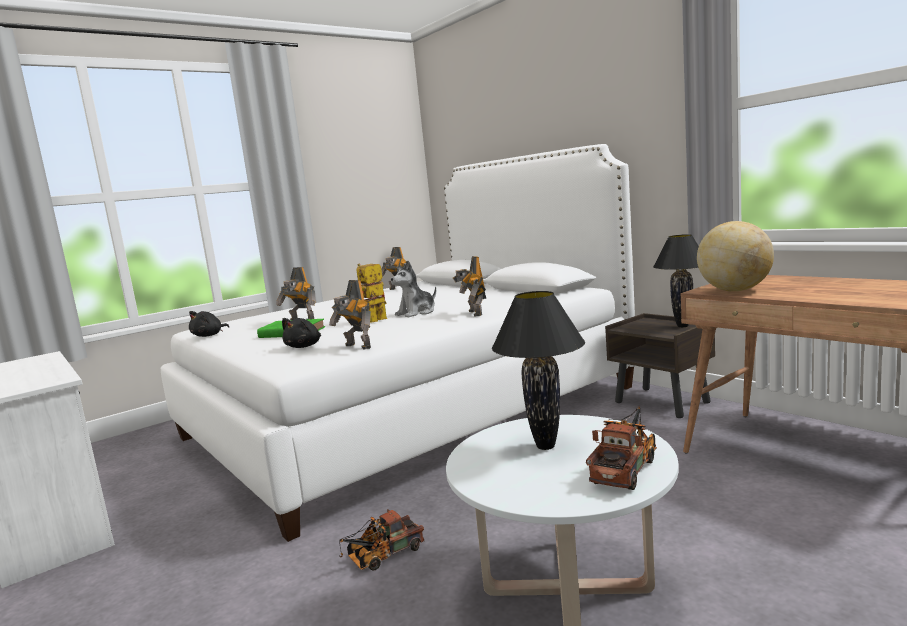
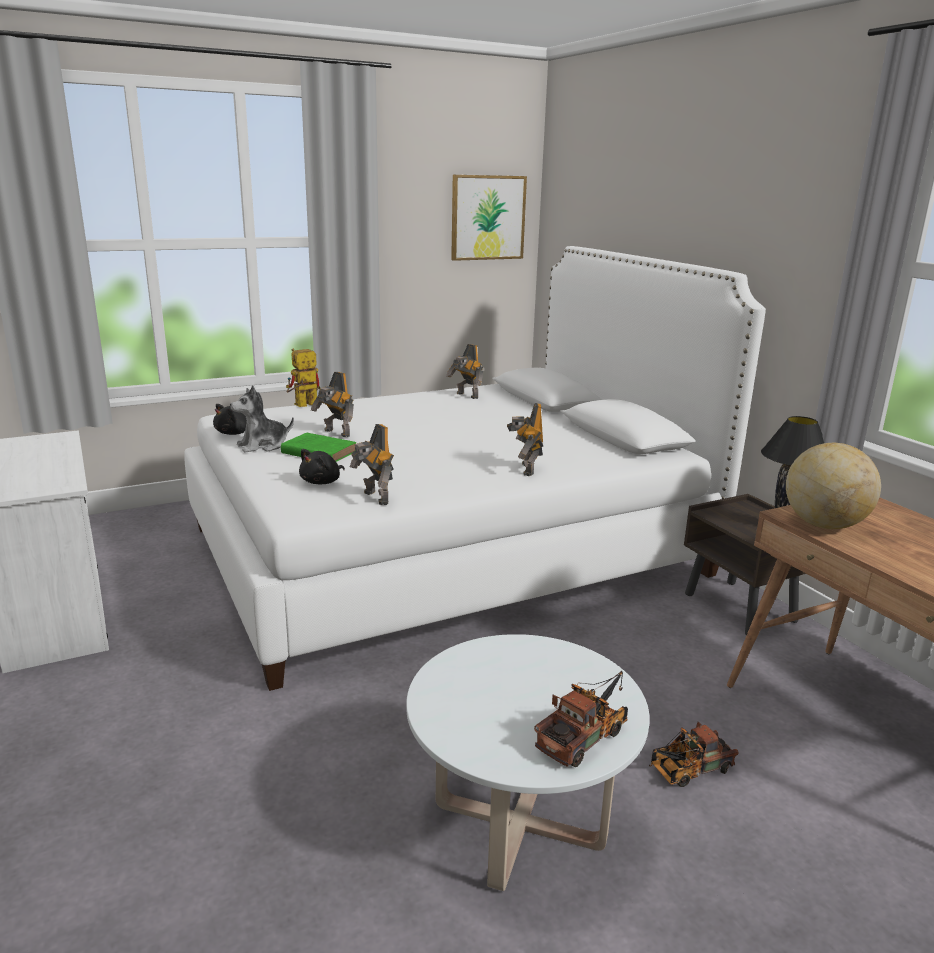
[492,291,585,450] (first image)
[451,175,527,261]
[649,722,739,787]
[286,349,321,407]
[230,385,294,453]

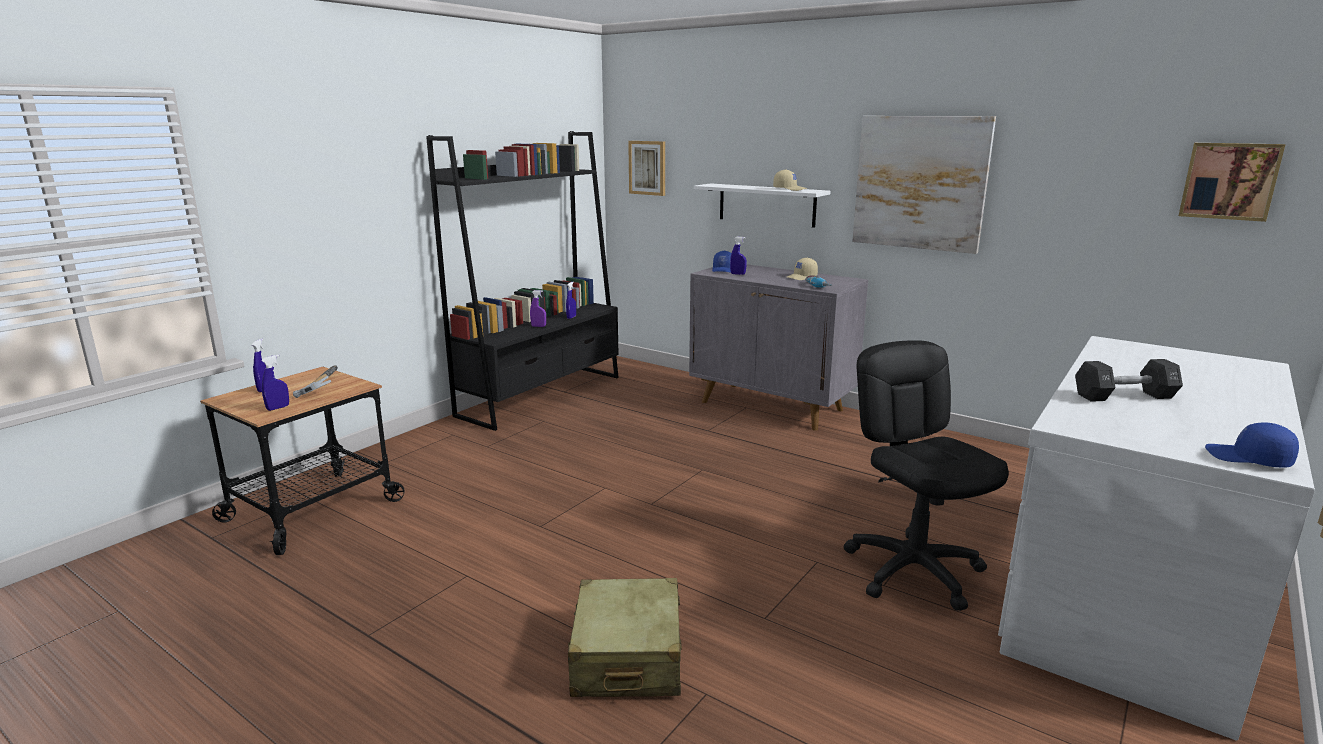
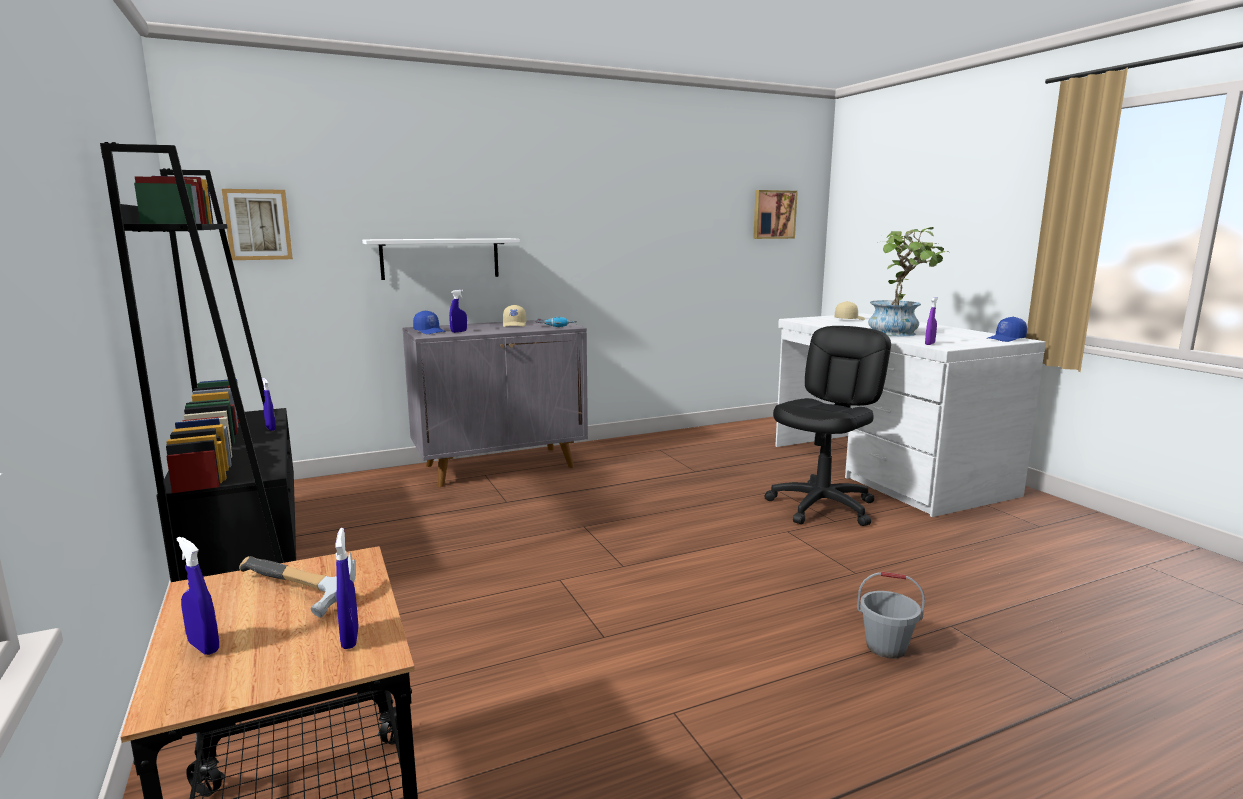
[852,116,996,254] (first image)
[925,297,938,345]
[835,301,865,320]
[857,572,925,659]
[868,227,946,336]
[764,326,891,526]

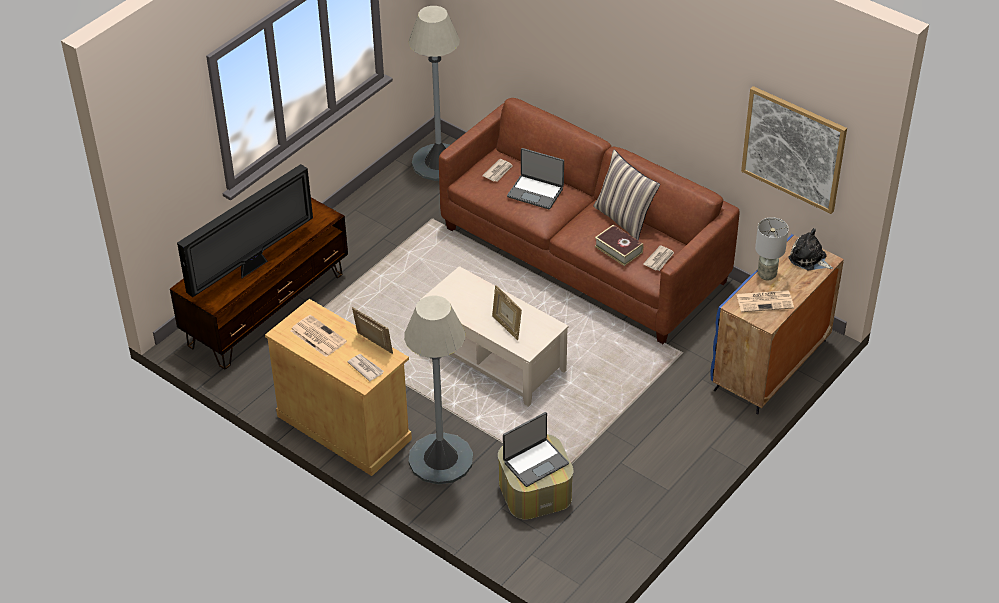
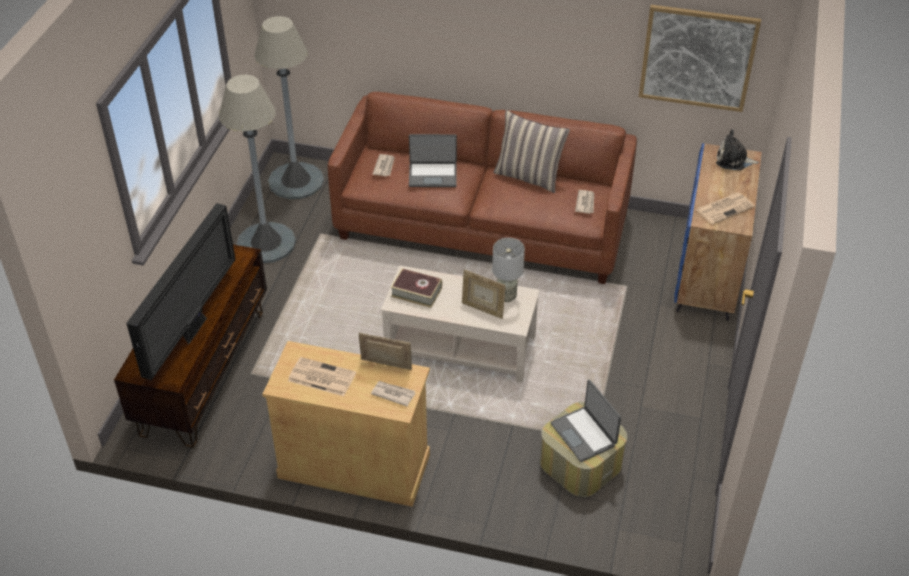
[219,75,296,263]
[390,268,442,308]
[492,238,525,302]
[550,379,621,462]

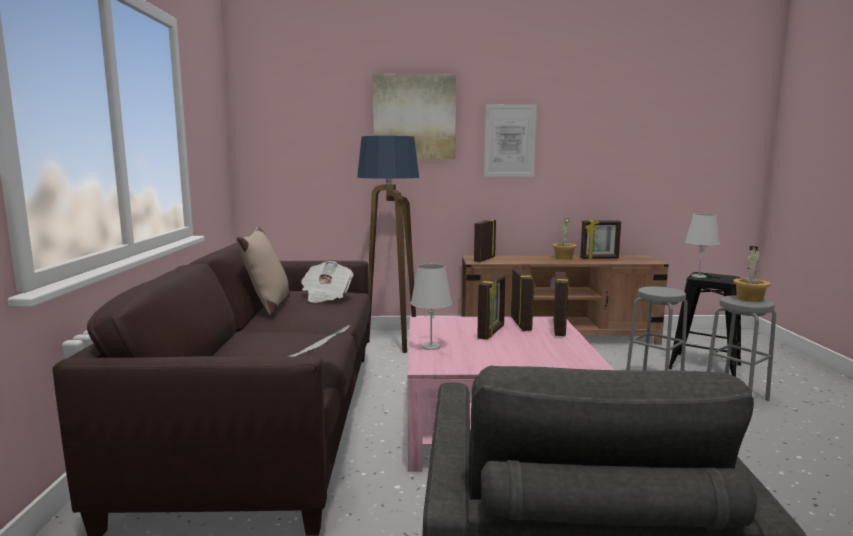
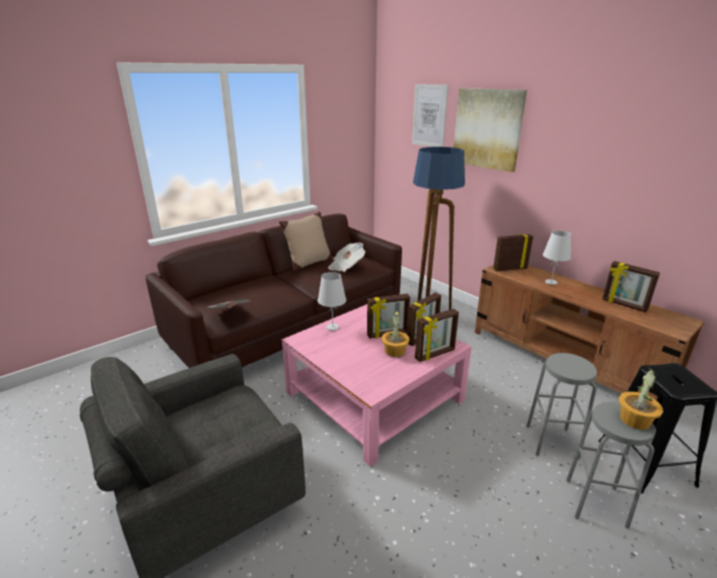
[412,84,448,147]
[381,310,410,357]
[543,230,571,285]

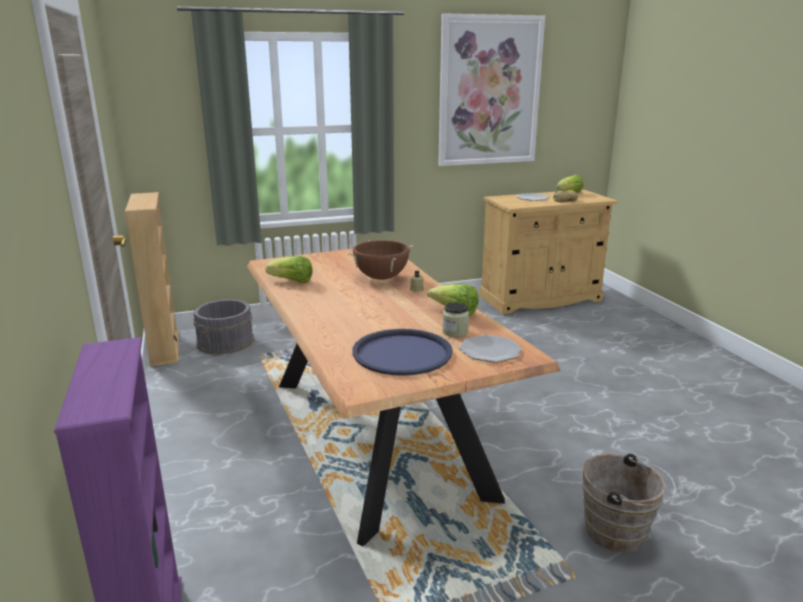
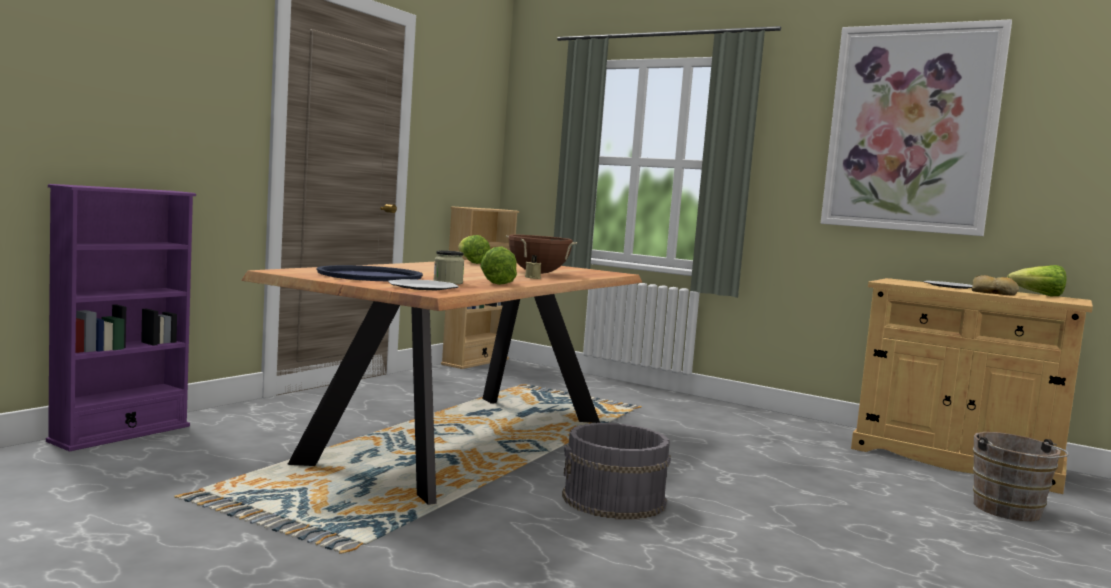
[562,423,671,519]
[973,432,1069,521]

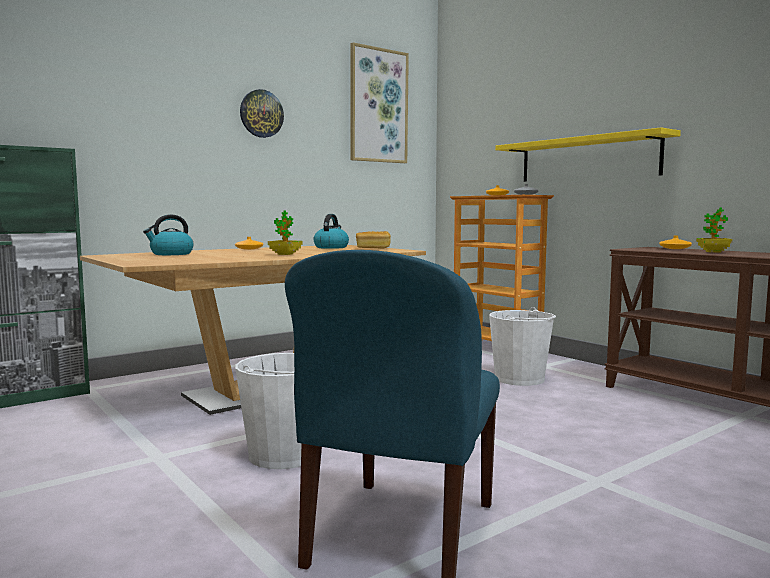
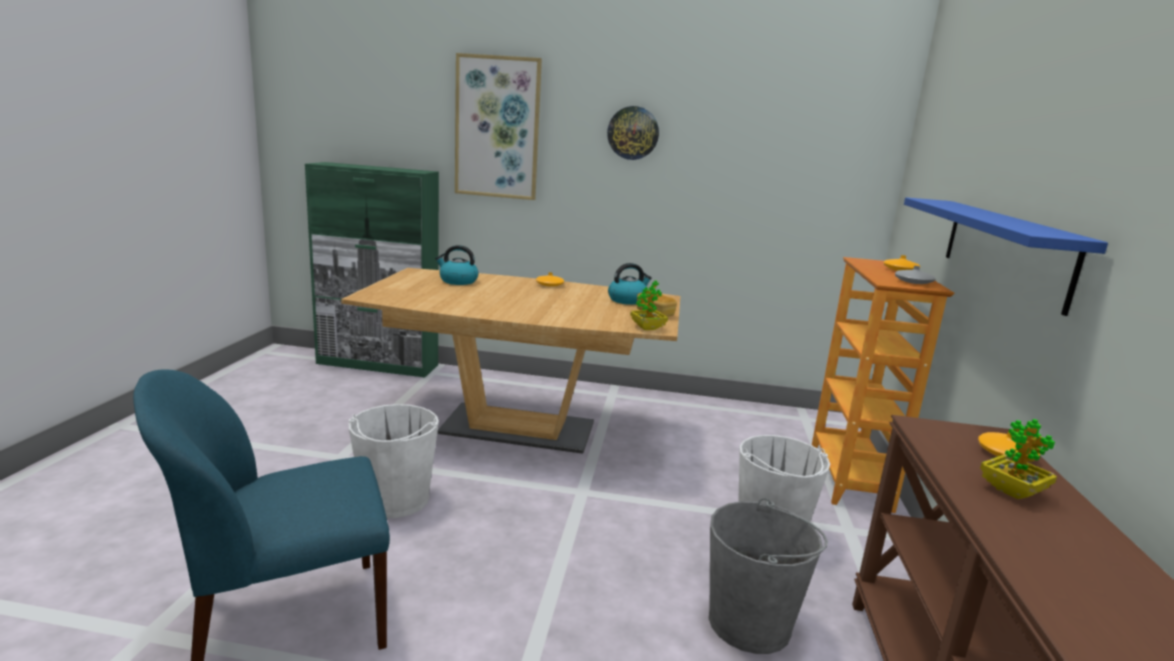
[709,498,828,654]
[630,280,668,330]
[455,53,542,200]
[904,197,1108,316]

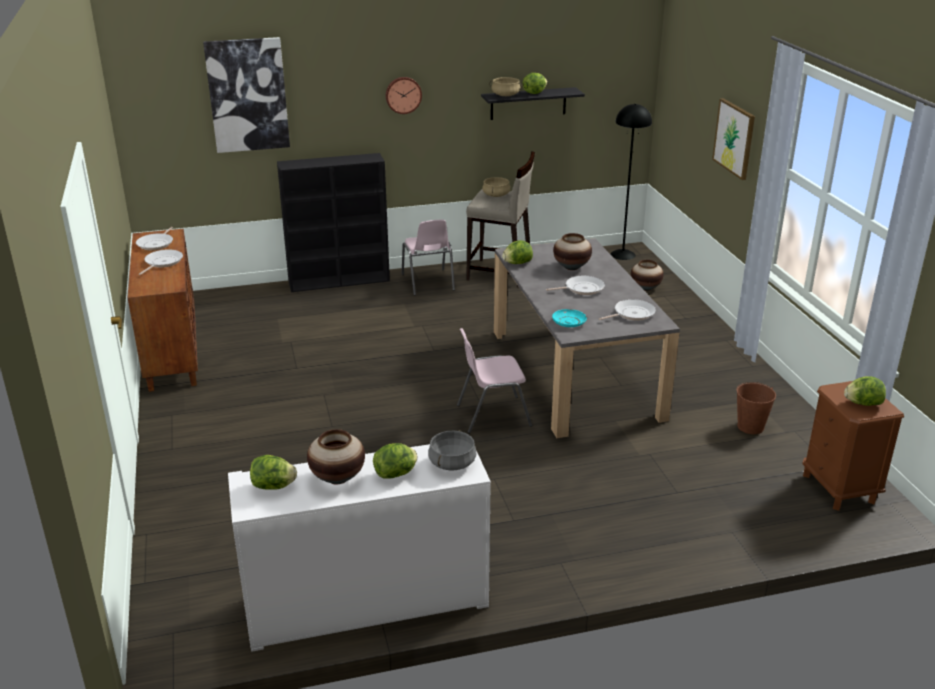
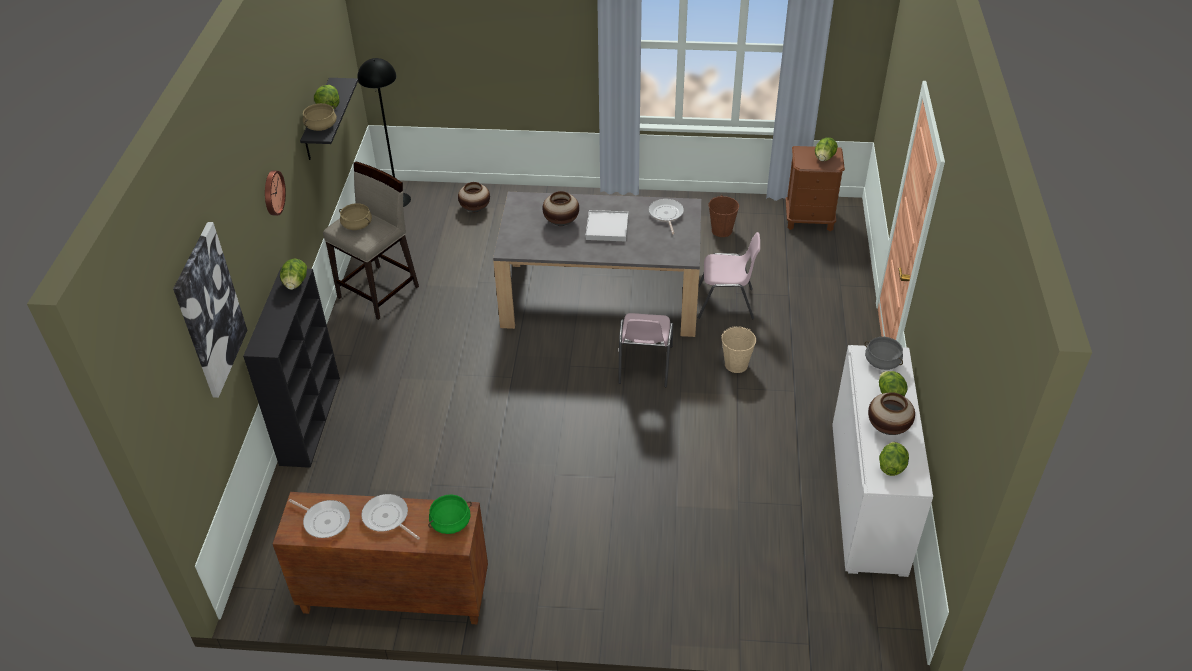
[552,309,587,327] (first image)
[712,98,755,180] (first image)
[428,494,472,534]
[721,326,756,373]
[698,232,760,319]
[280,258,307,290]
[586,210,628,242]

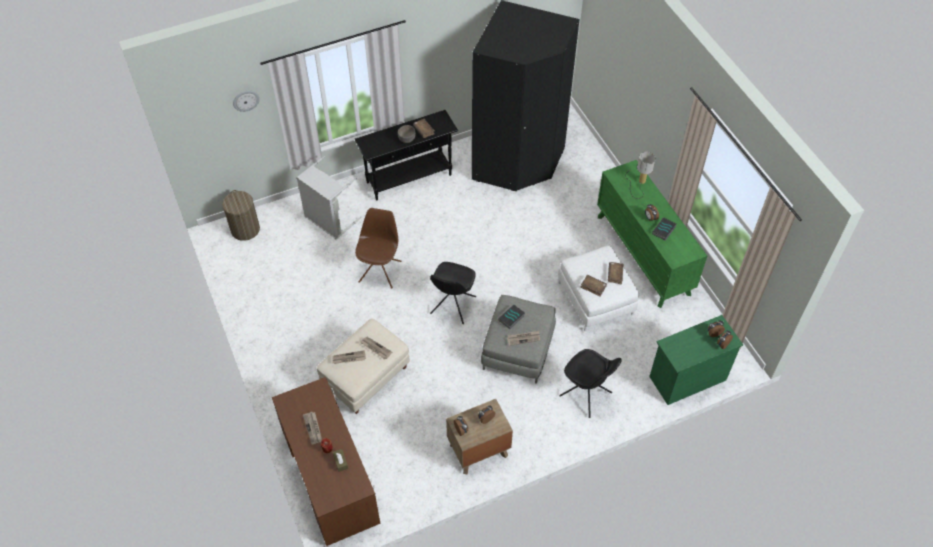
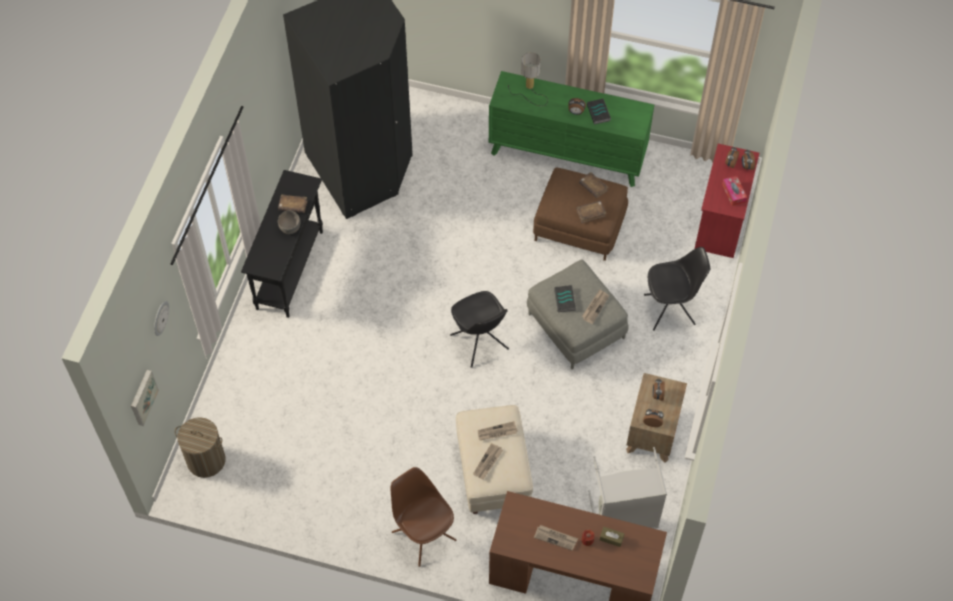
[131,370,159,426]
[722,176,747,206]
[588,447,667,528]
[390,467,456,567]
[533,167,628,261]
[695,144,759,258]

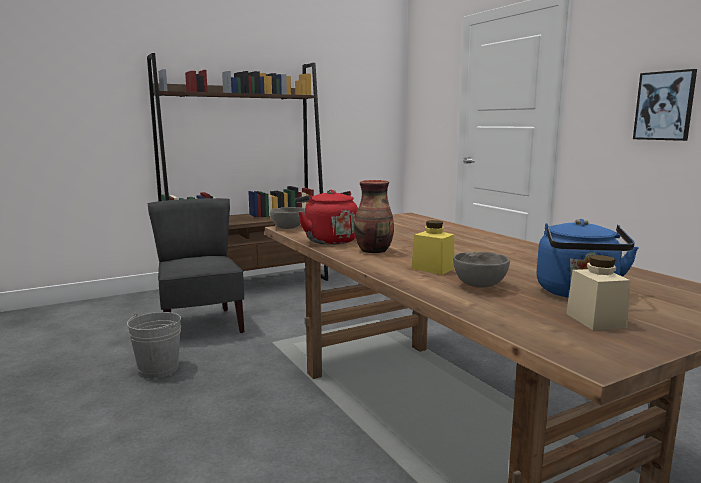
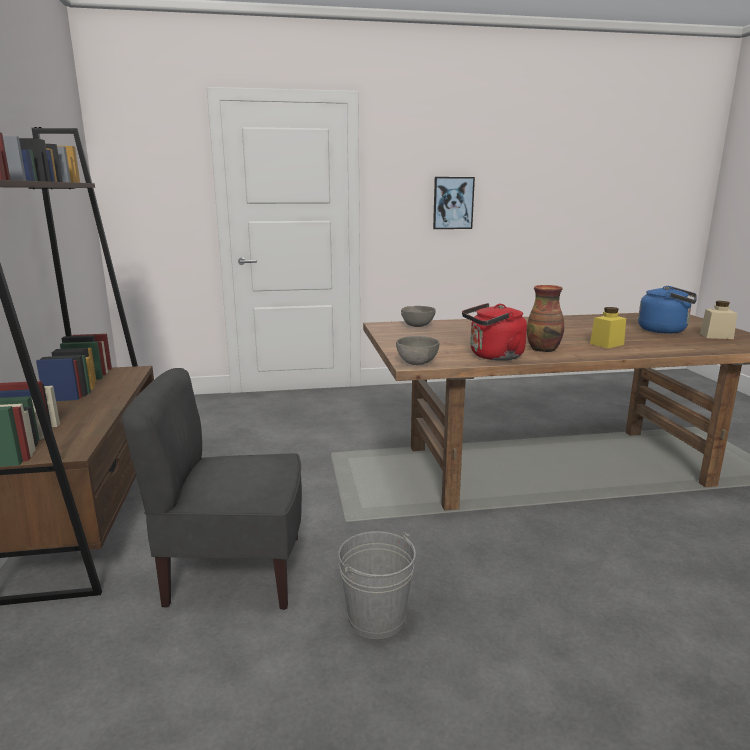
[401,306,436,327]

